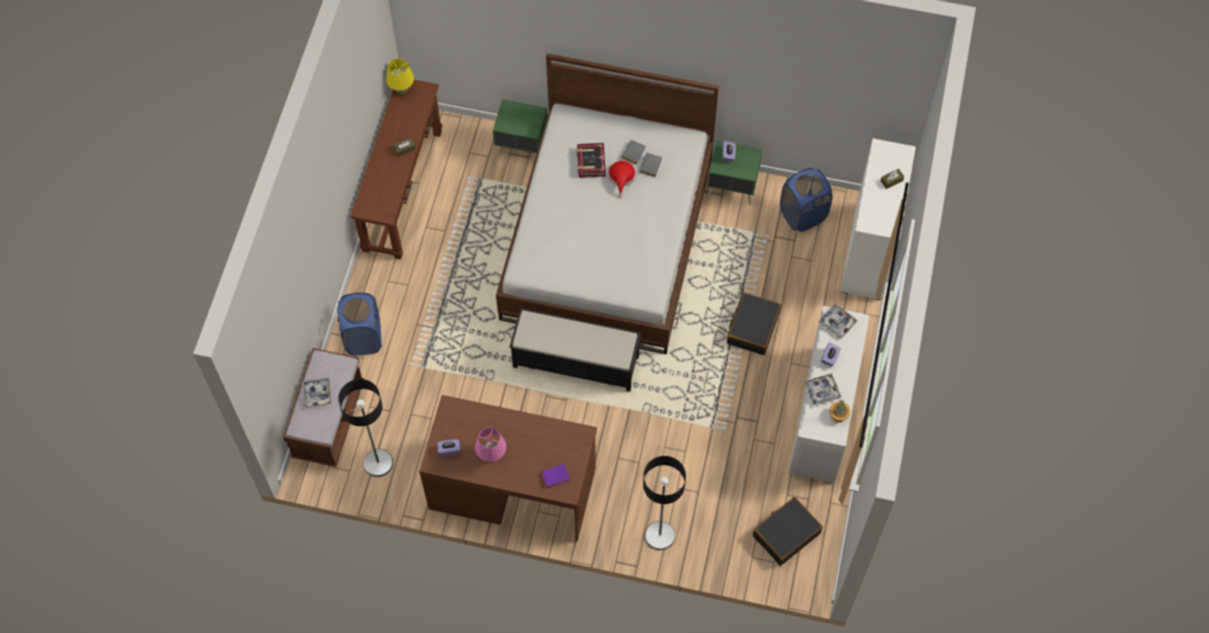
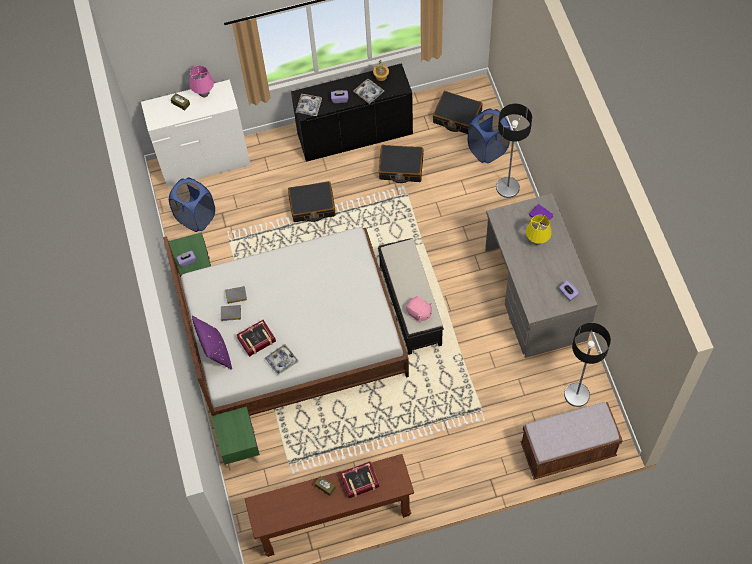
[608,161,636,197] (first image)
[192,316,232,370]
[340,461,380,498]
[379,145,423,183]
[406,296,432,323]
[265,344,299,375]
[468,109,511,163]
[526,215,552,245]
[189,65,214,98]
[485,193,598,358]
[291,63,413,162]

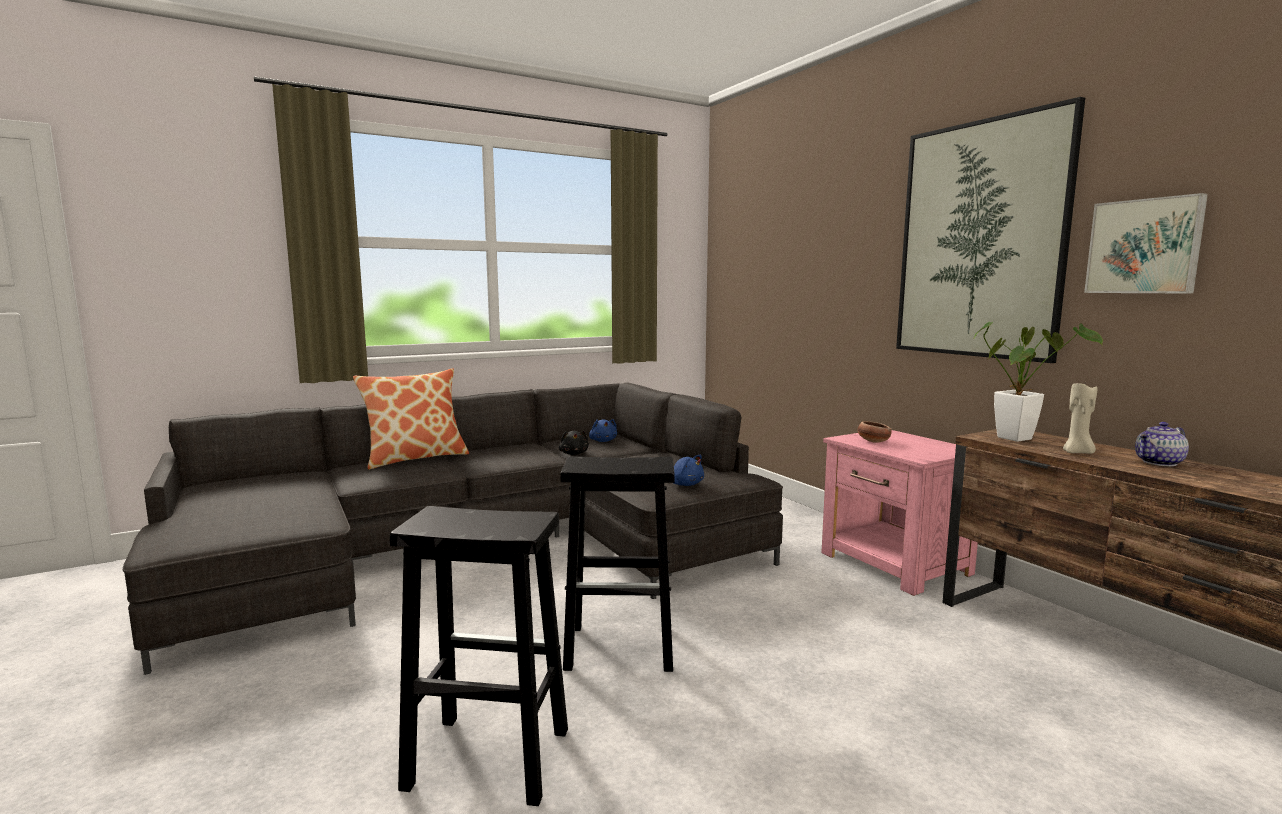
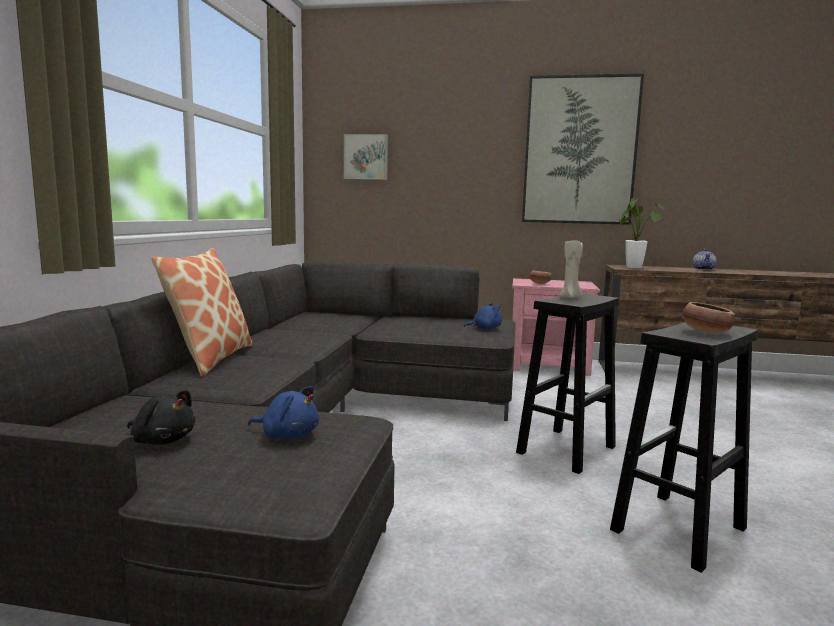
[682,302,735,334]
[127,390,195,445]
[248,386,319,439]
[560,240,583,298]
[344,134,388,180]

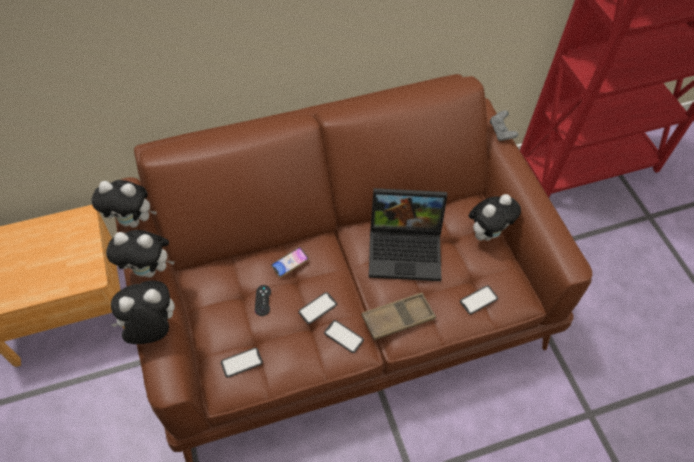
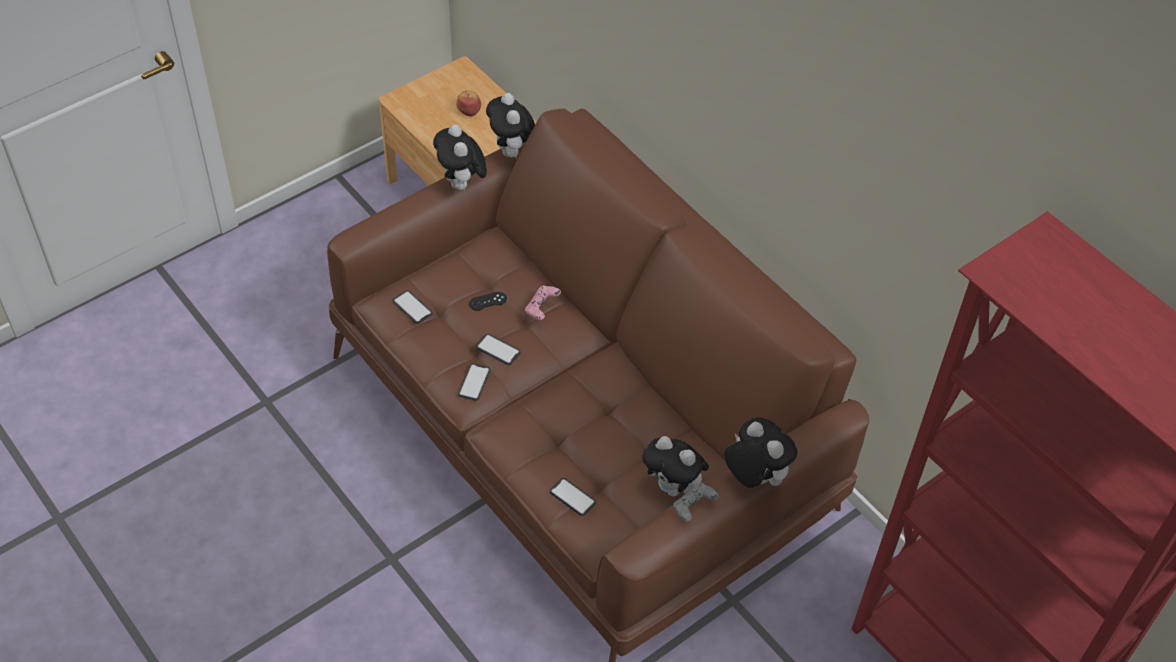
[361,293,436,340] (first image)
[369,188,447,281] (first image)
[456,90,481,116]
[724,417,797,488]
[673,483,719,522]
[525,286,561,320]

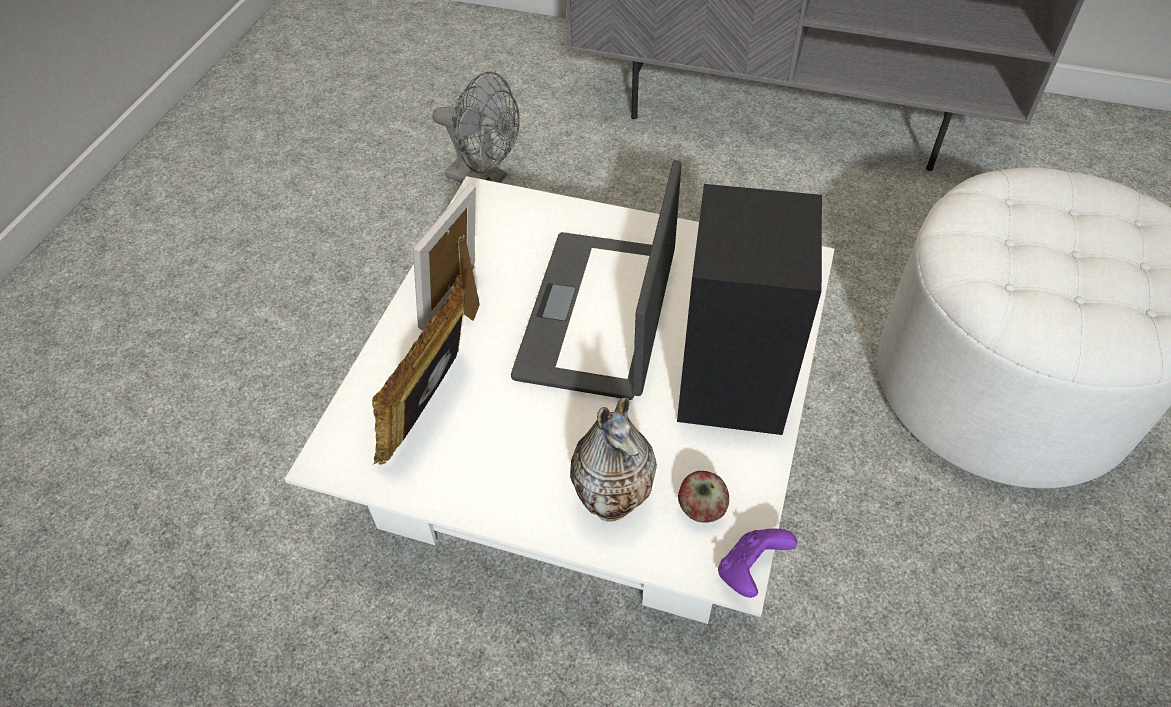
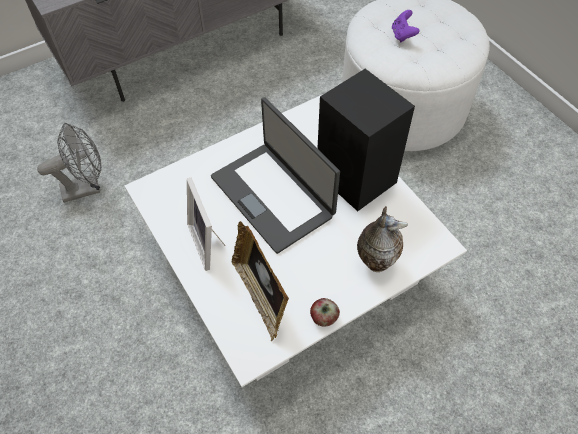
[310,298,340,326]
[392,10,420,42]

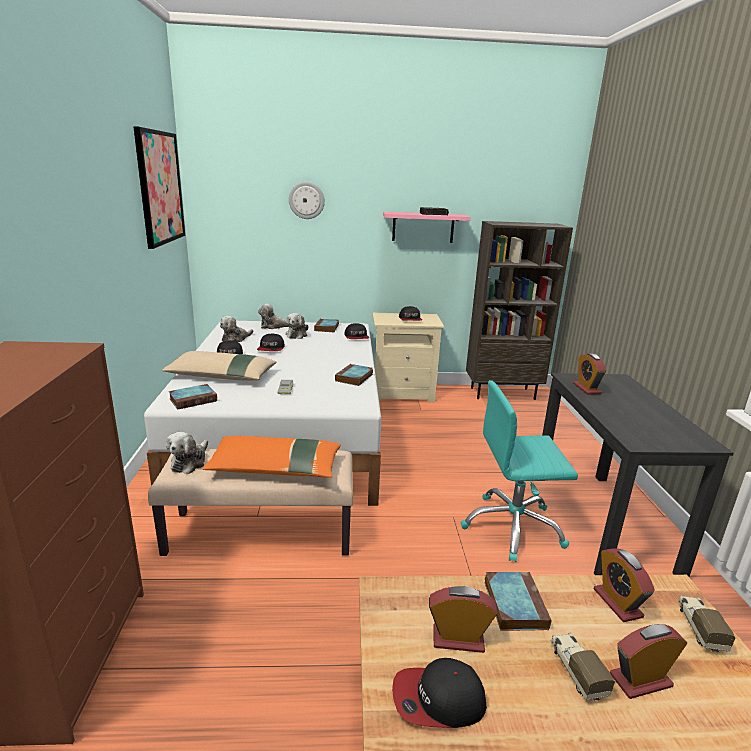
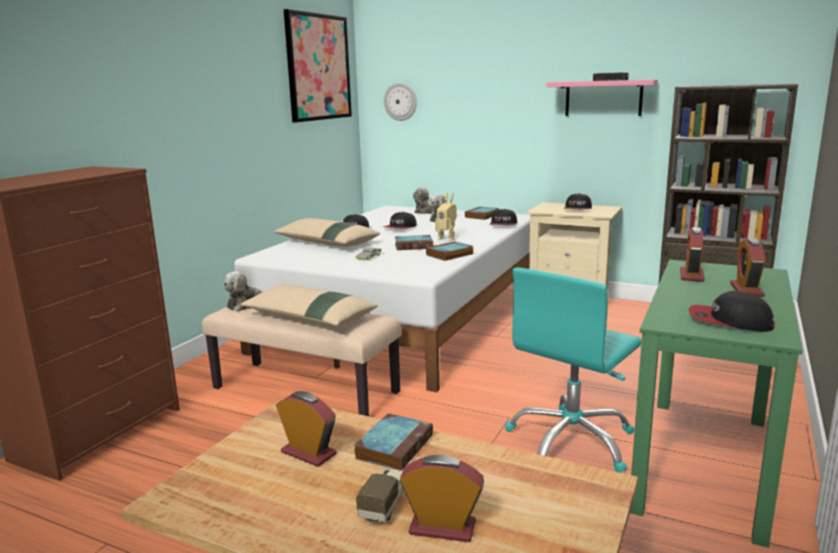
[220,316,253,342] (first image)
[678,595,735,653] (first image)
[435,193,457,241]
[395,235,433,250]
[384,83,417,121]
[688,291,774,332]
[730,238,766,297]
[240,284,378,326]
[630,260,803,548]
[505,267,641,473]

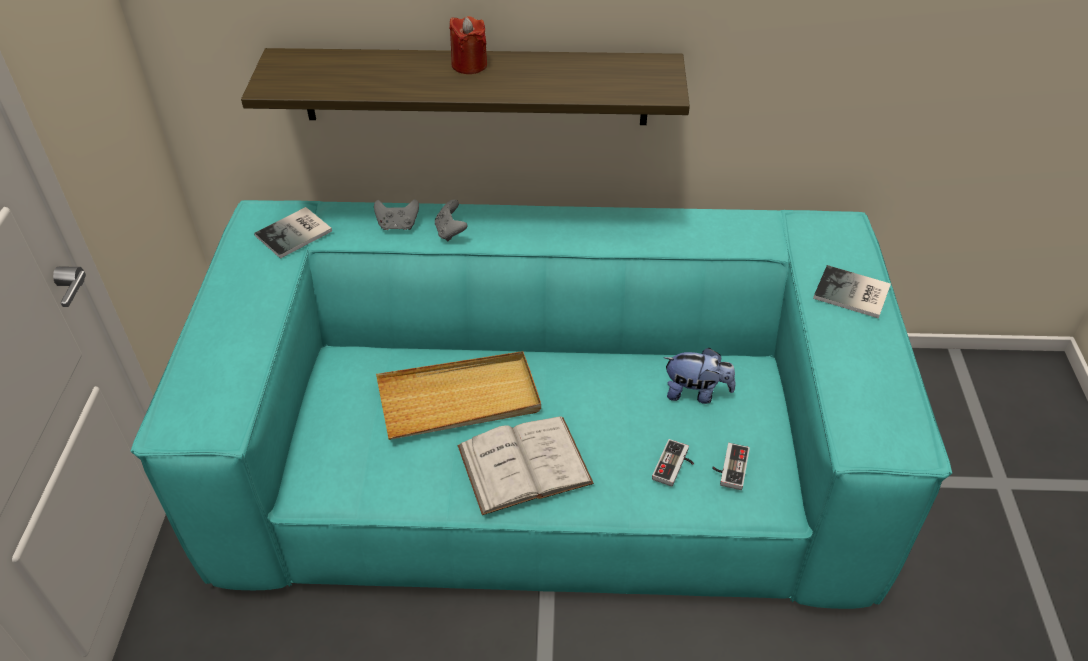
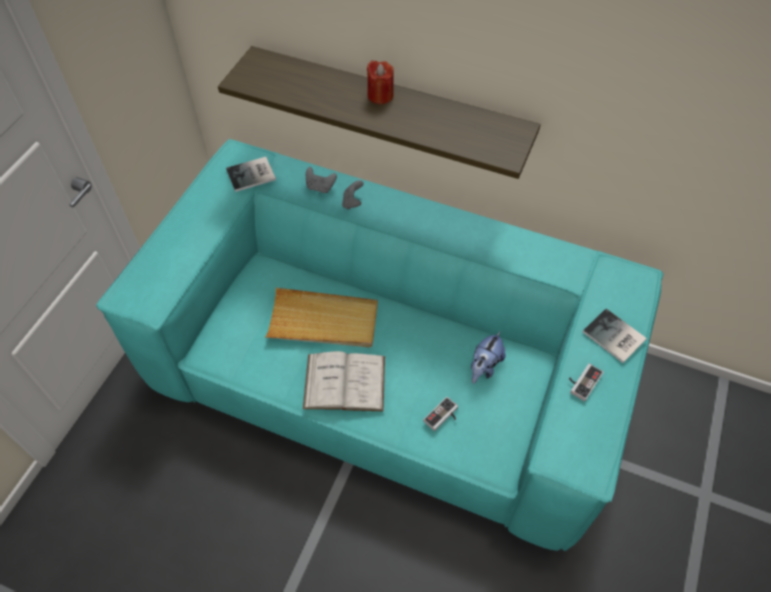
[569,363,604,402]
[471,331,506,384]

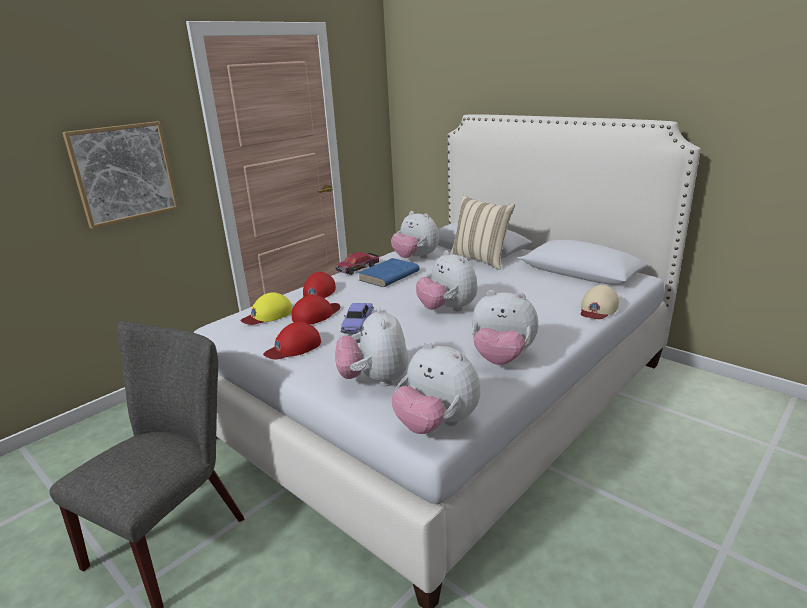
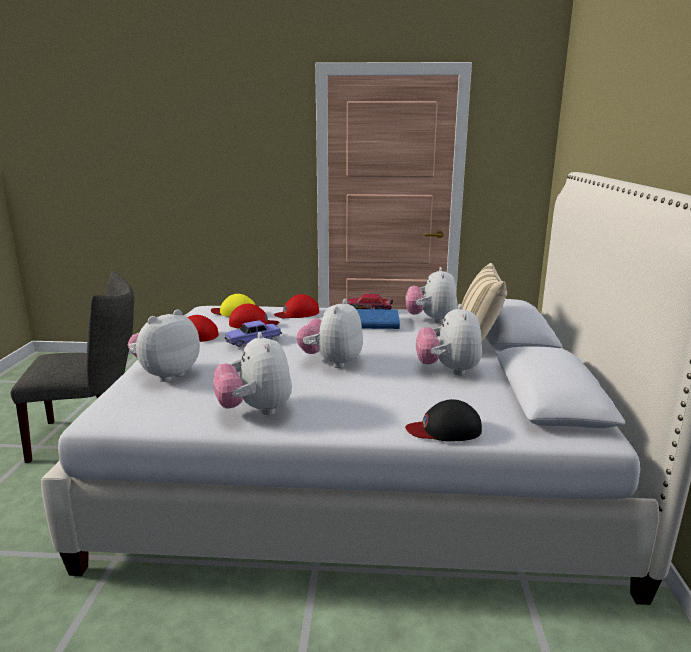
[62,121,179,229] (first image)
[416,304,482,376]
[405,399,482,441]

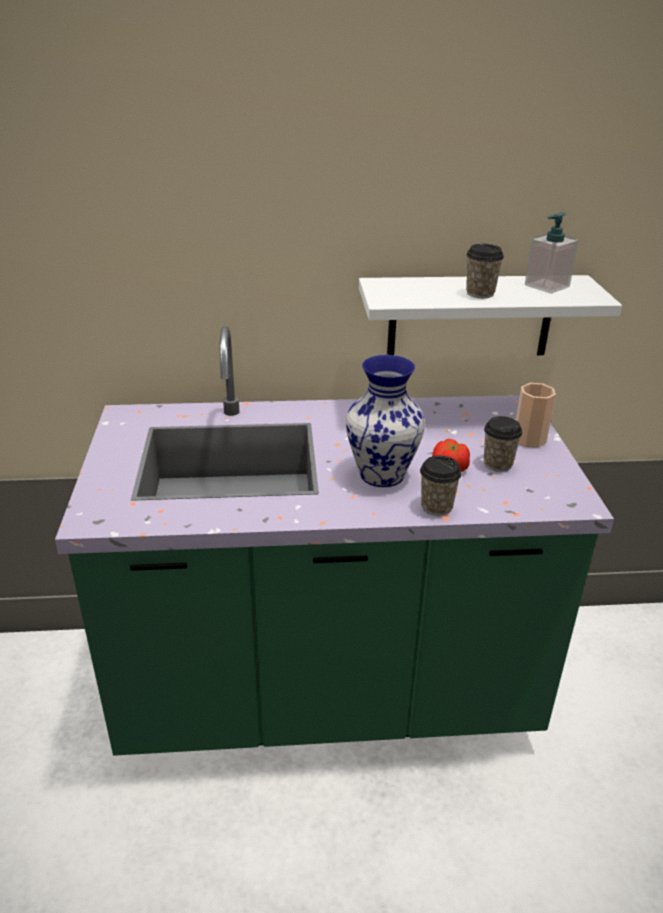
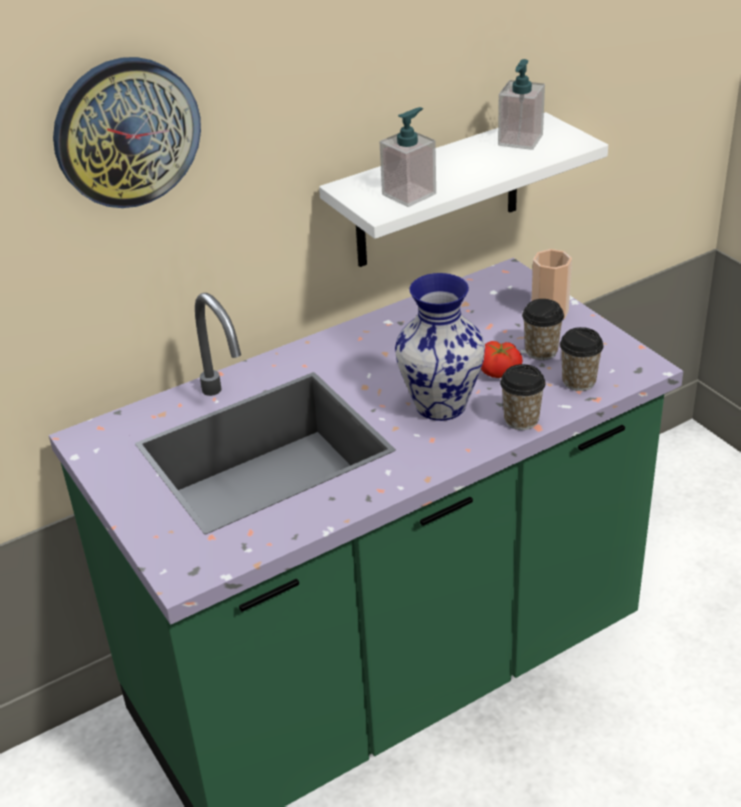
[53,57,201,208]
[380,107,436,207]
[560,327,604,391]

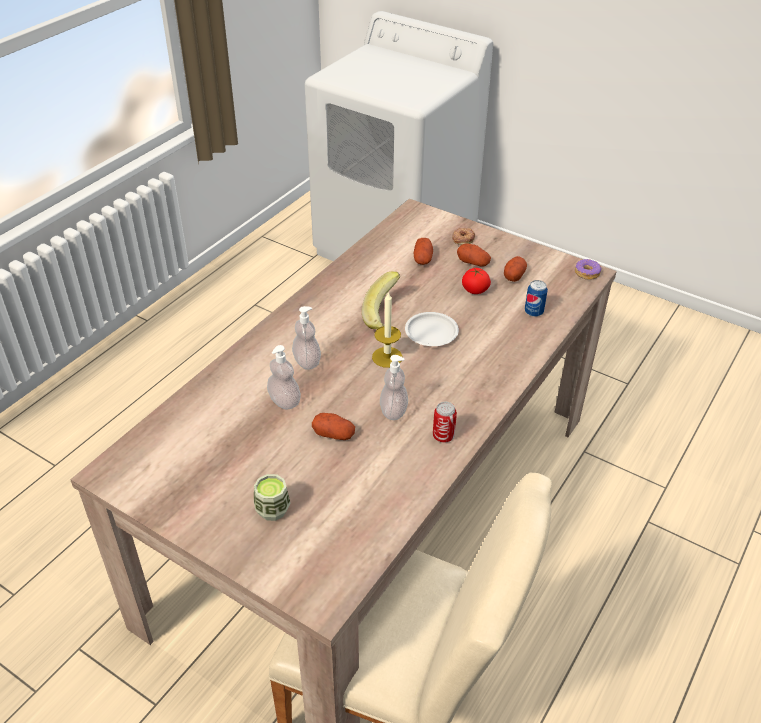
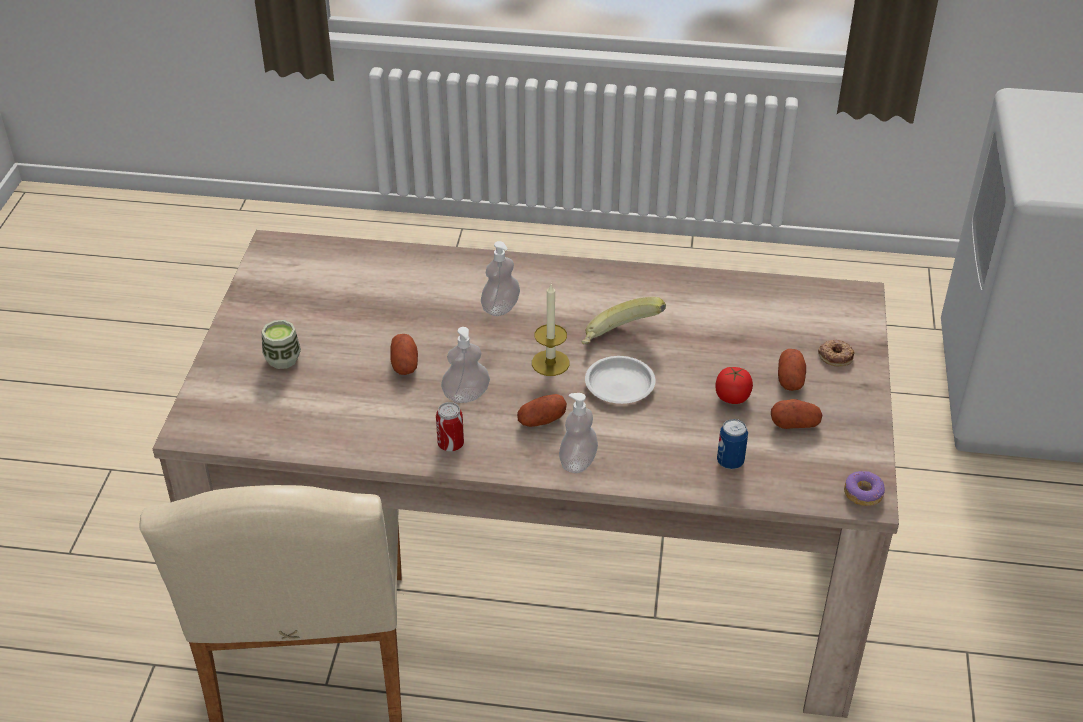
[559,393,598,473]
[517,394,567,427]

